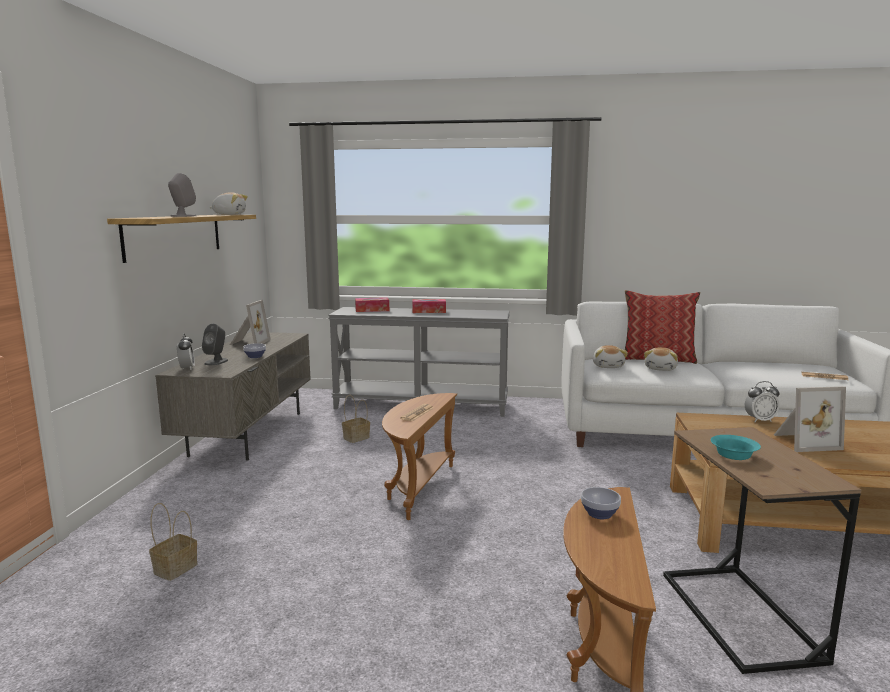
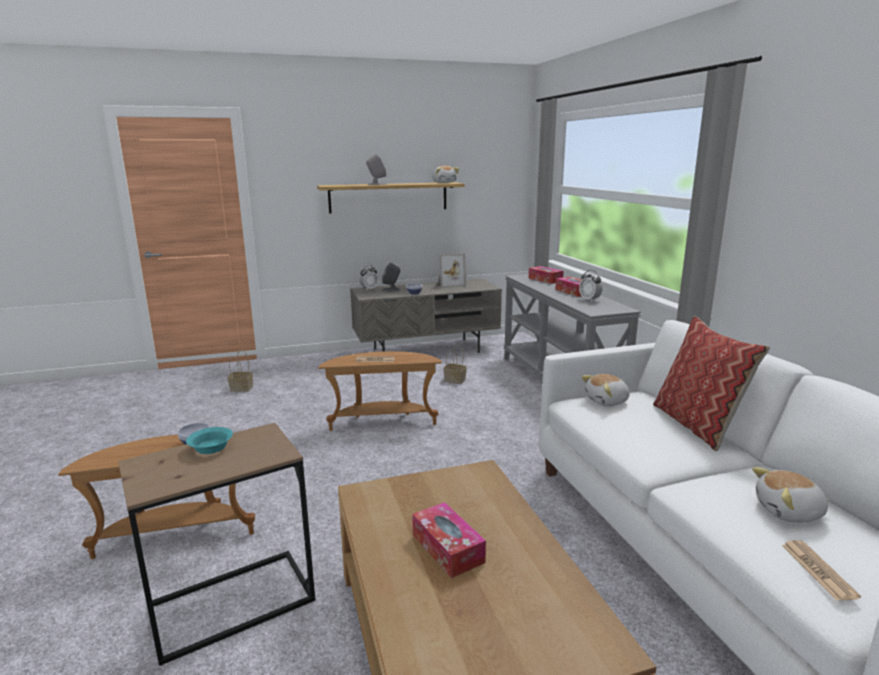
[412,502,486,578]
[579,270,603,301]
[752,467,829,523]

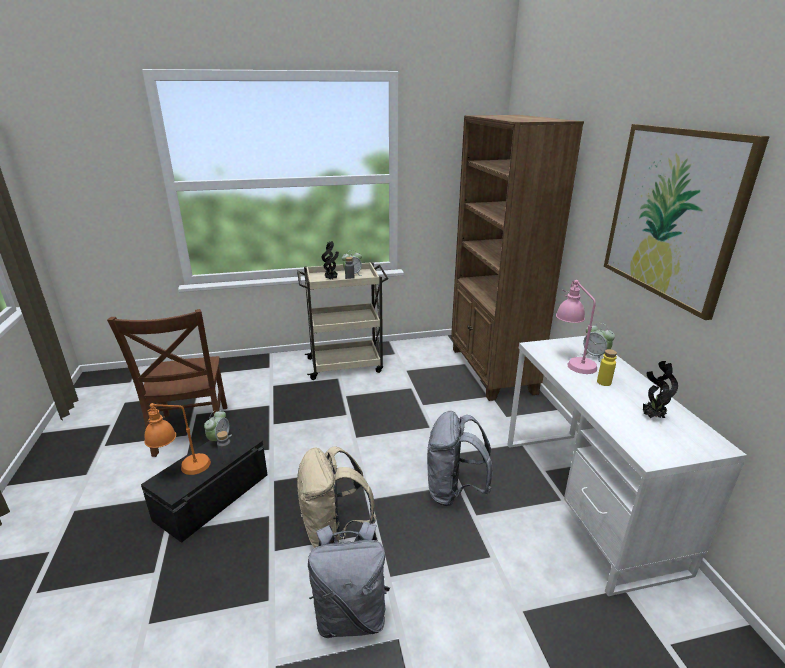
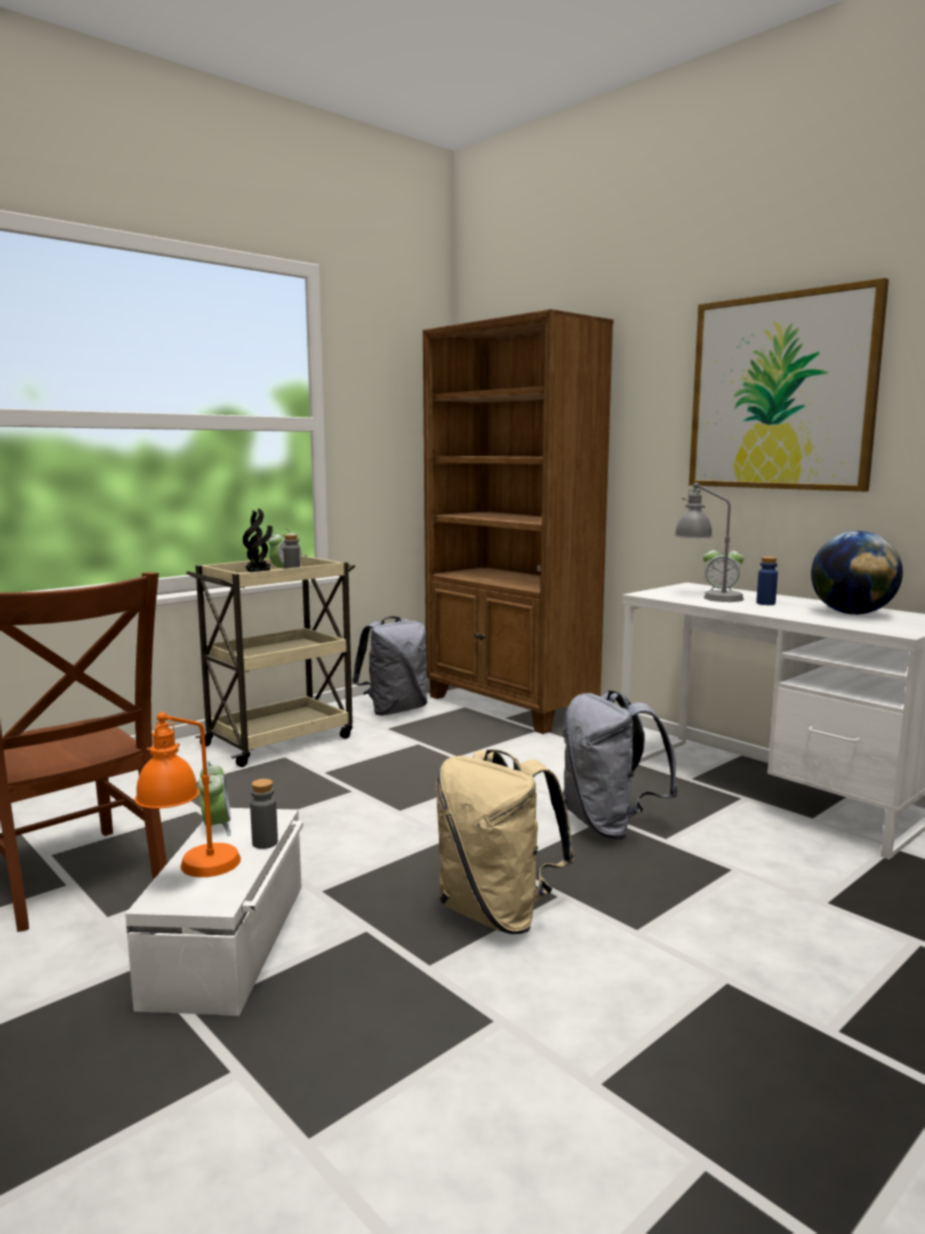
[125,808,303,1016]
[352,616,427,716]
[674,482,744,602]
[756,557,778,605]
[811,531,903,615]

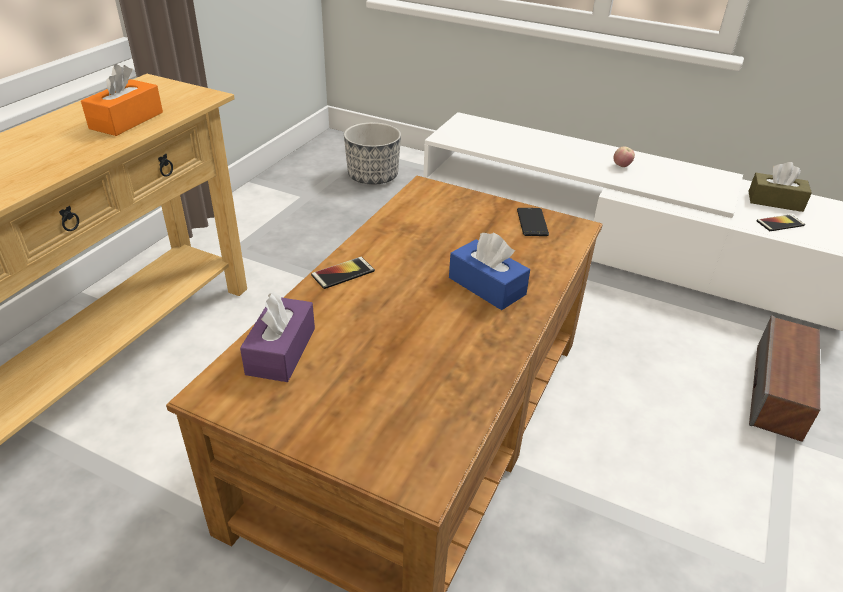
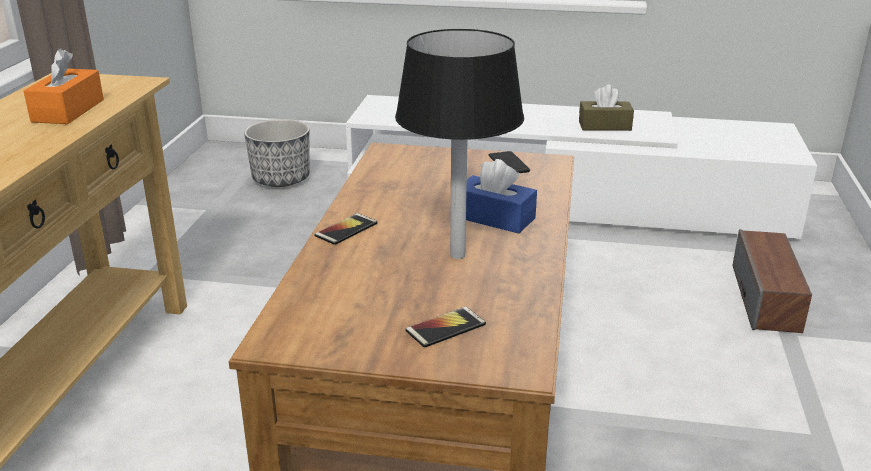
[395,29,524,259]
[405,307,486,348]
[579,85,634,131]
[240,292,315,382] (first image)
[613,146,635,167] (first image)

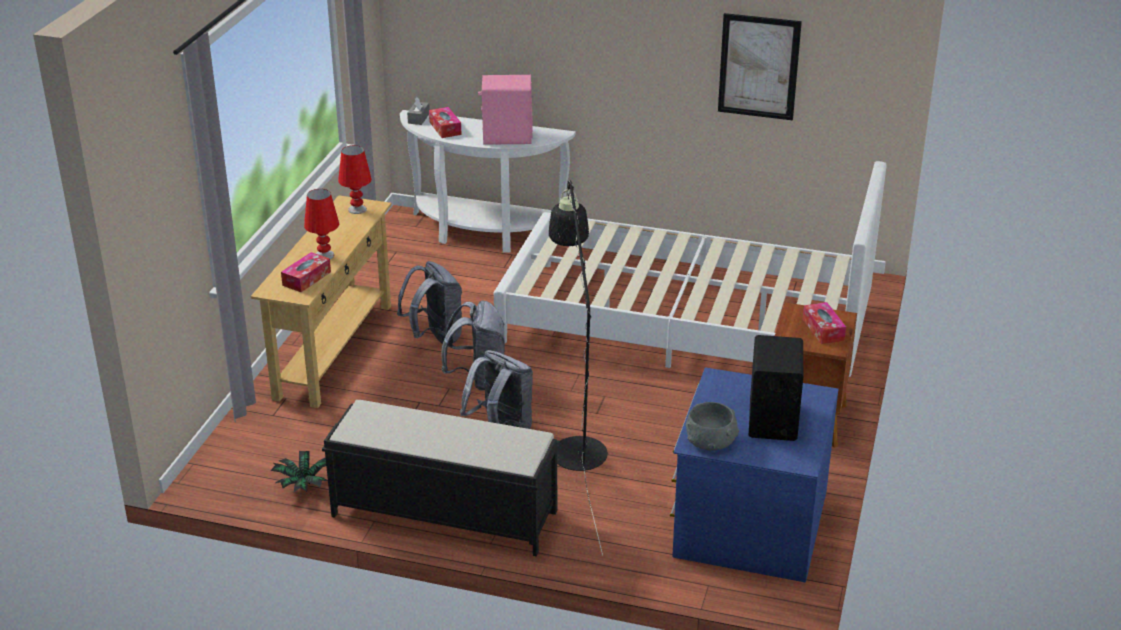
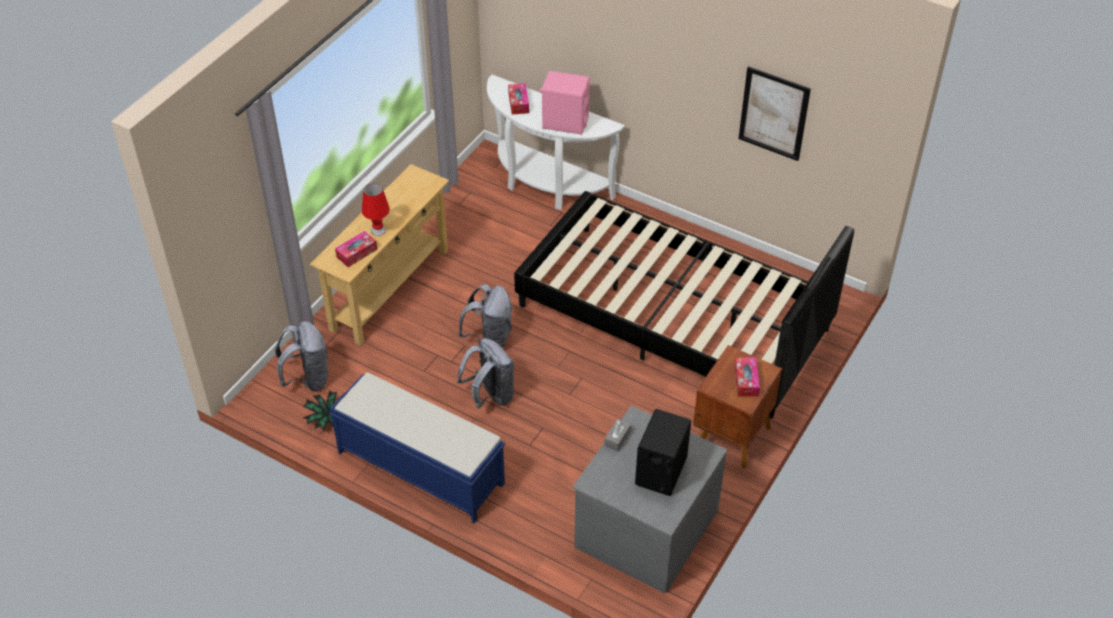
[275,321,328,391]
[329,372,505,523]
[514,191,854,419]
[572,405,727,594]
[604,419,631,452]
[338,145,372,214] (first image)
[549,180,608,556] (first image)
[686,402,739,450] (first image)

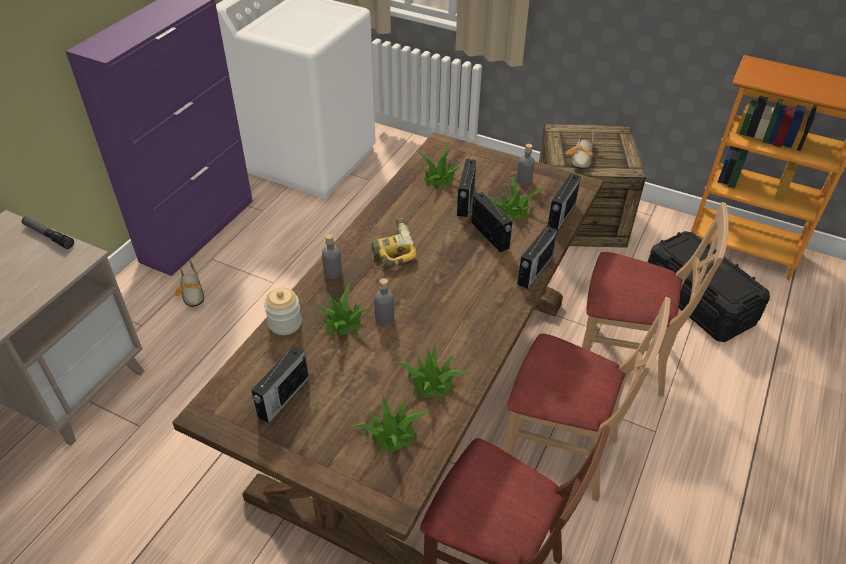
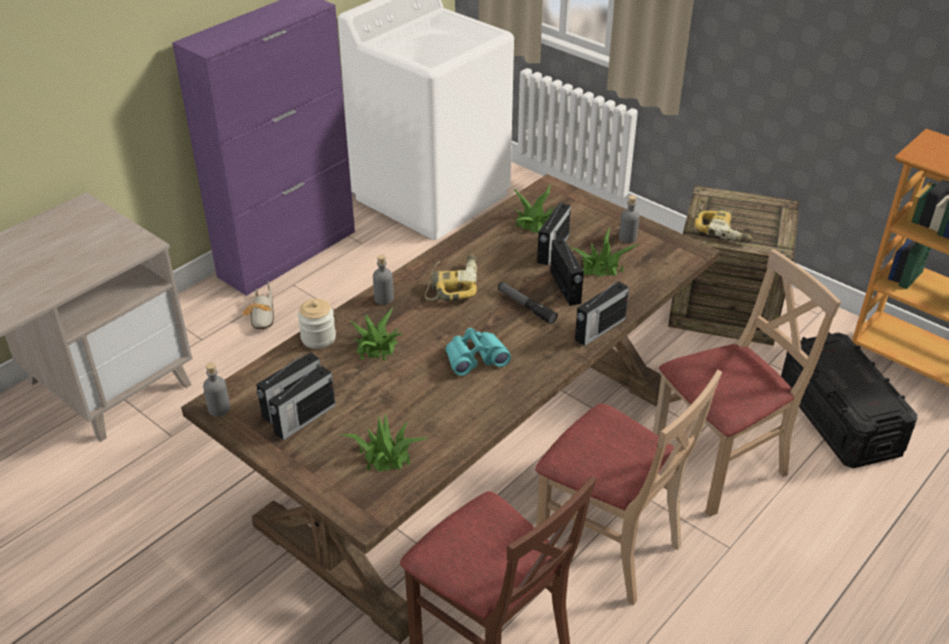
[203,363,230,417]
[269,364,335,441]
[445,328,511,376]
[498,282,558,324]
[653,249,841,517]
[694,202,752,243]
[392,344,472,398] (first image)

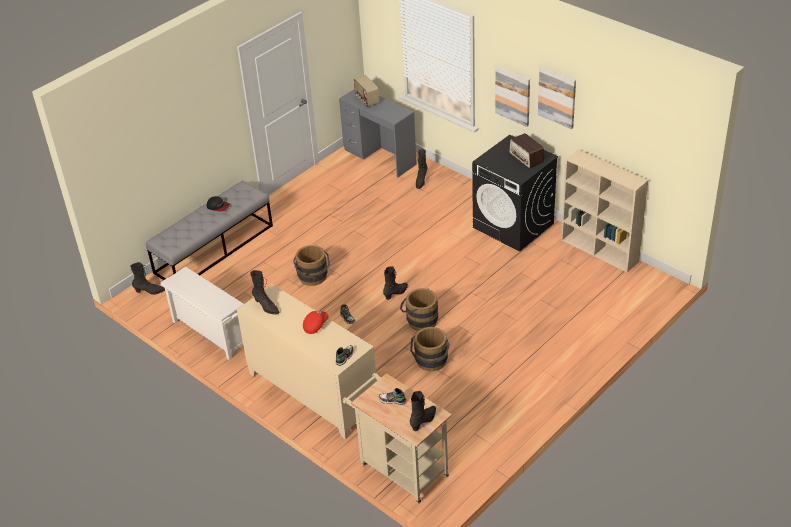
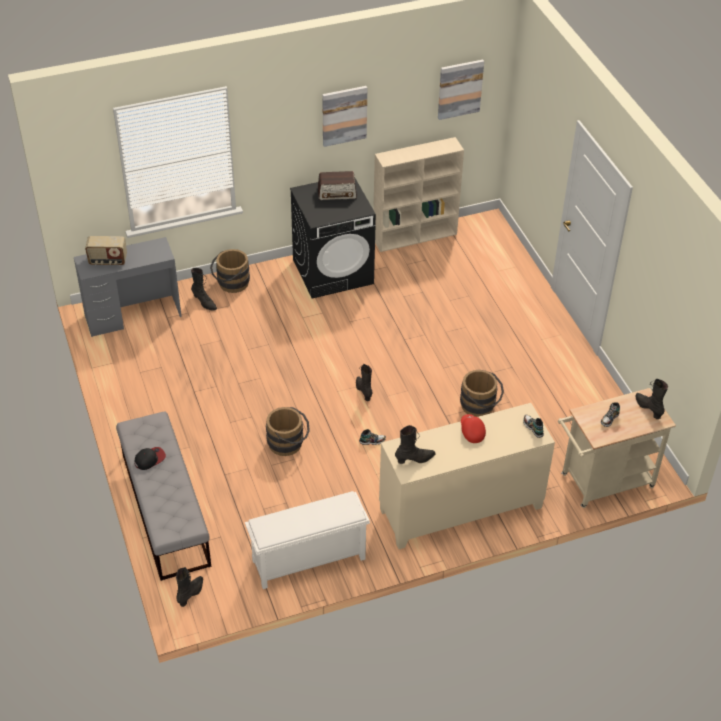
[210,249,250,293]
[438,60,484,120]

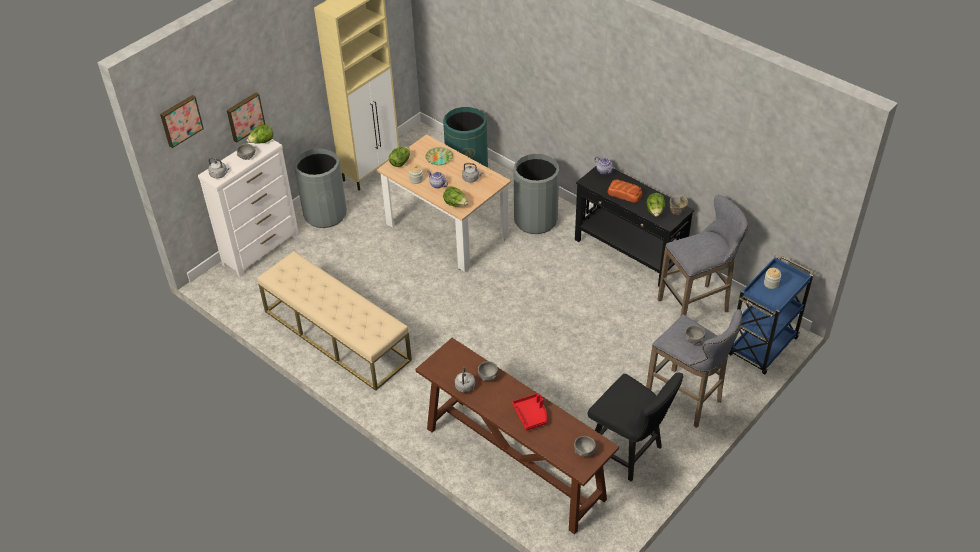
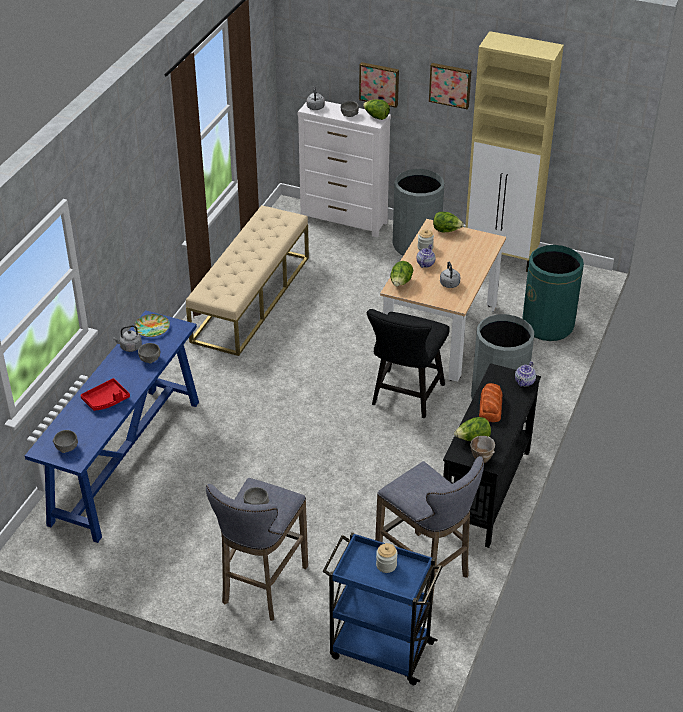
[25,310,199,543]
[134,314,170,337]
[367,309,450,418]
[429,63,472,109]

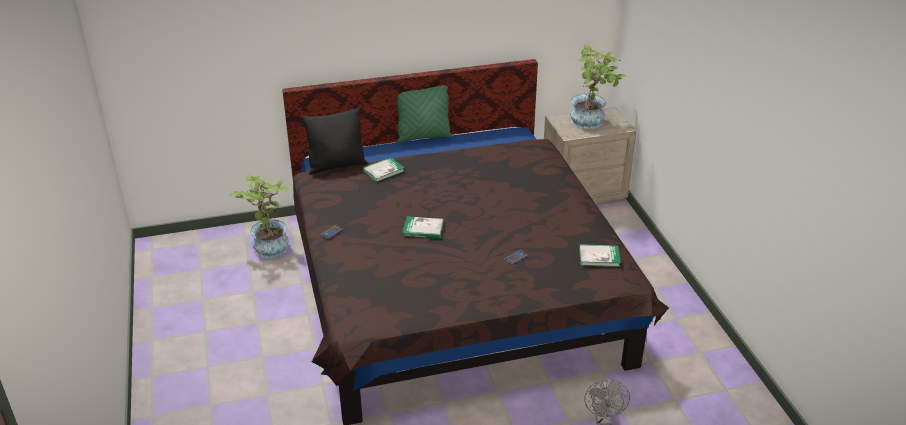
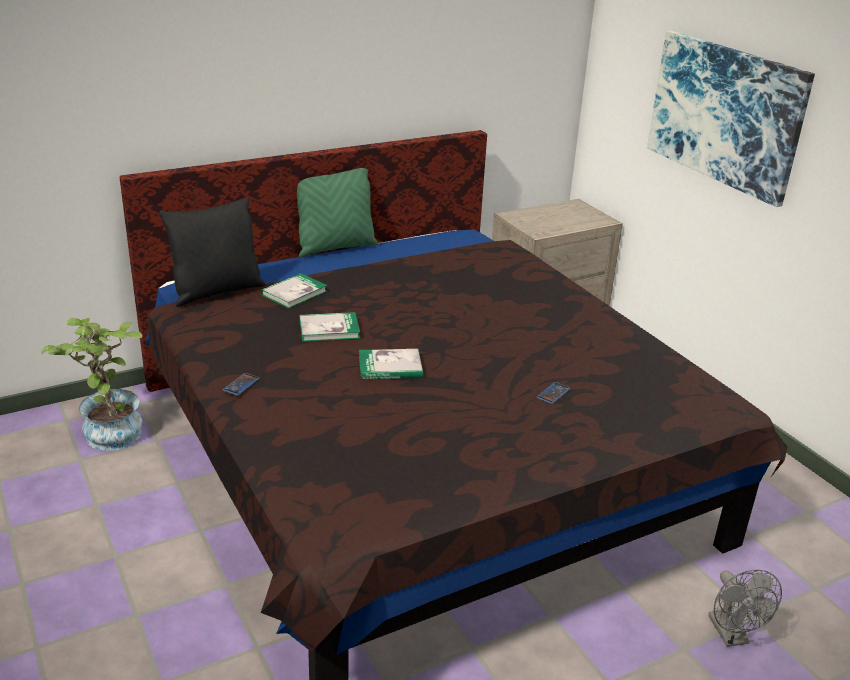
[299,312,360,342]
[647,31,815,207]
[570,45,626,129] (first image)

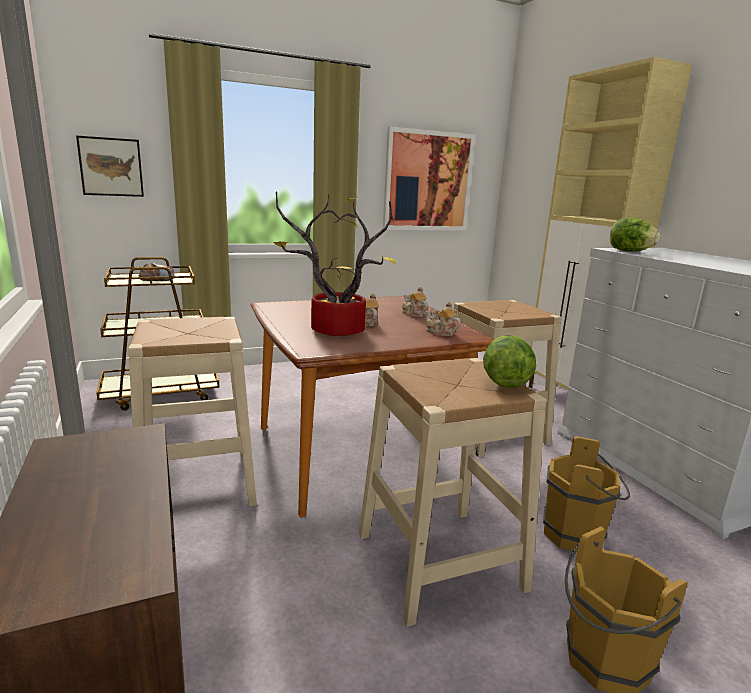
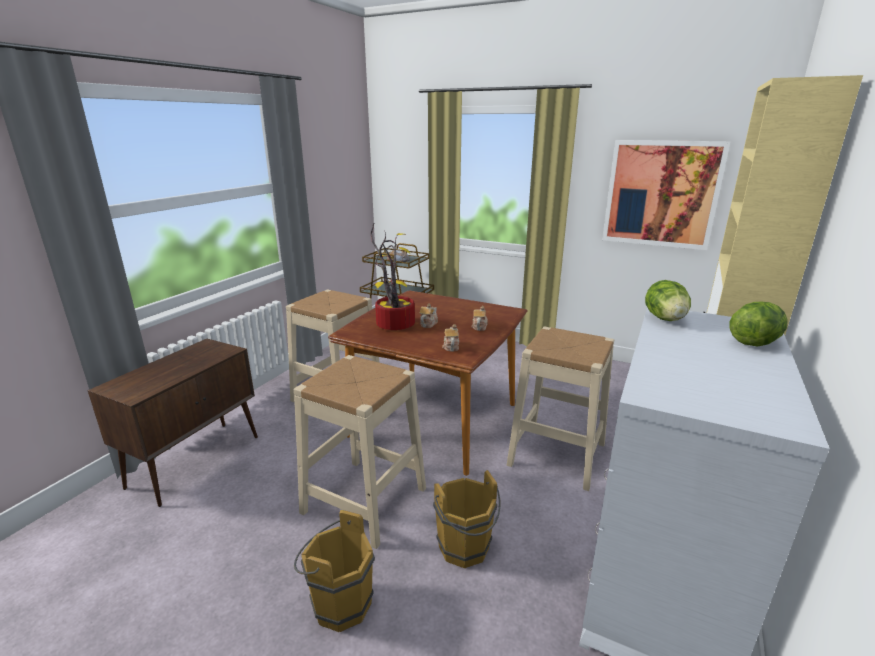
[729,302,788,346]
[76,136,144,197] (first image)

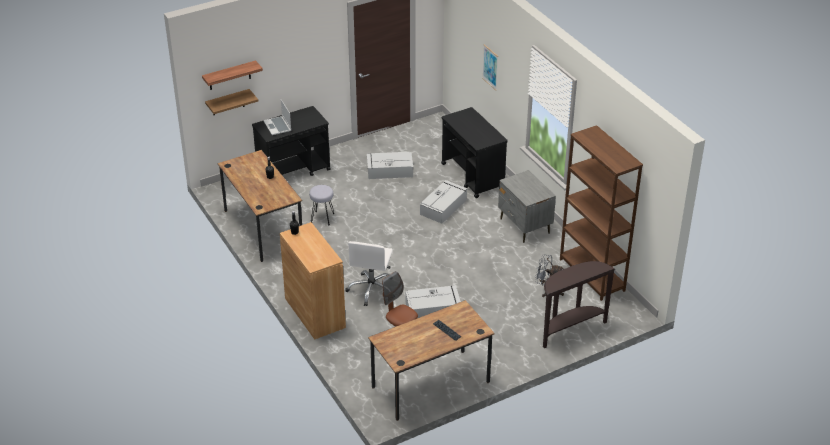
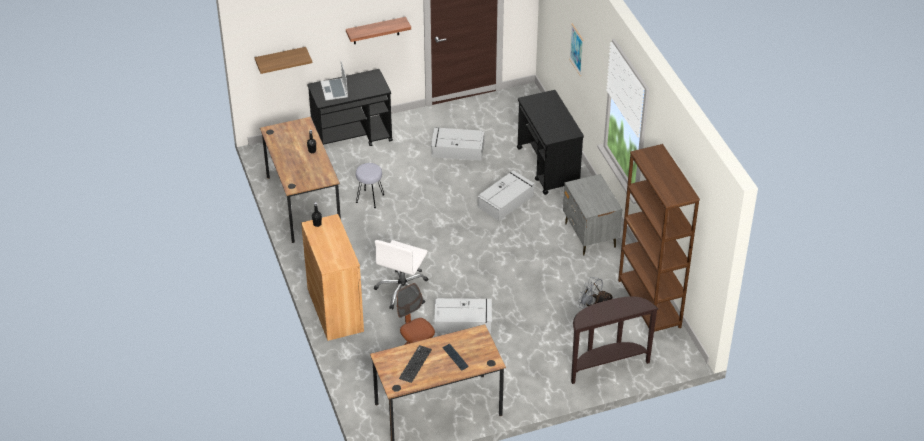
[346,17,411,44]
[399,345,432,383]

